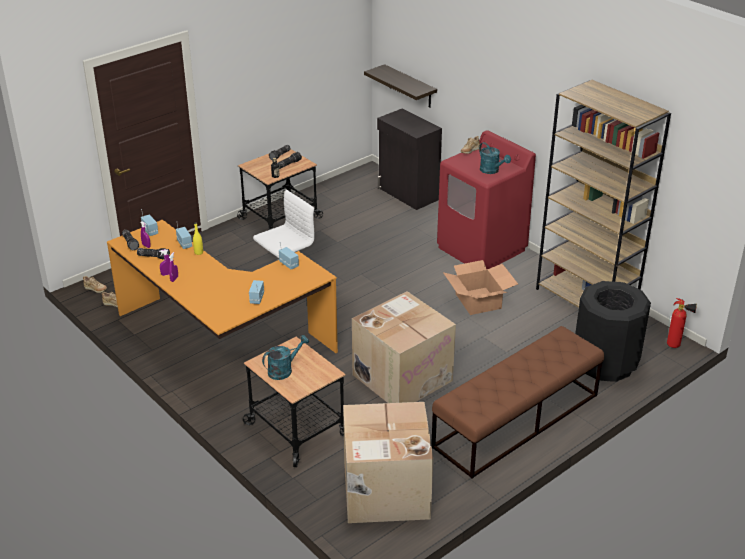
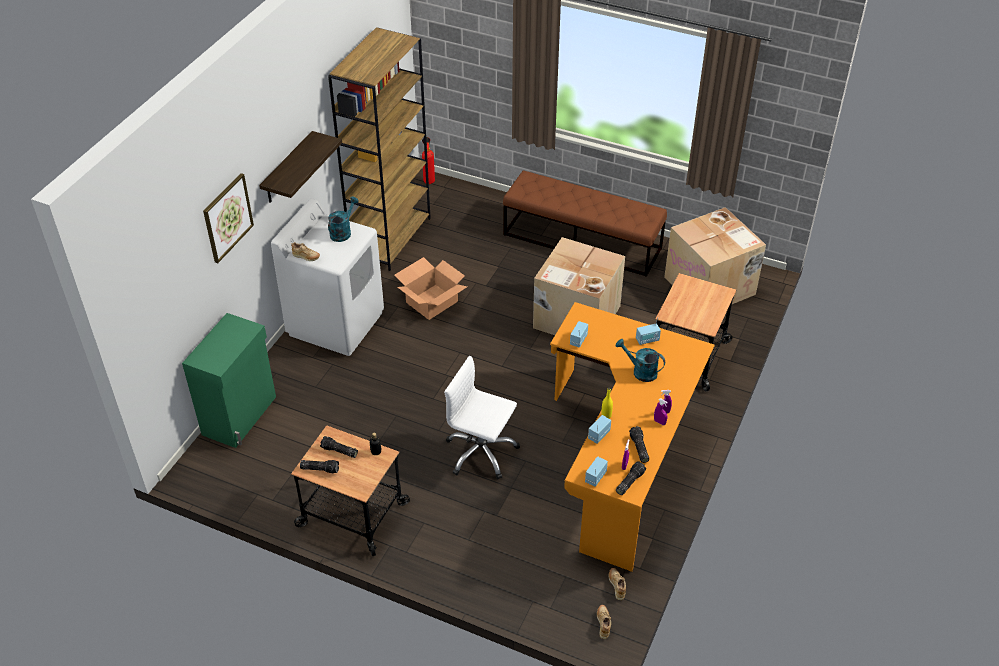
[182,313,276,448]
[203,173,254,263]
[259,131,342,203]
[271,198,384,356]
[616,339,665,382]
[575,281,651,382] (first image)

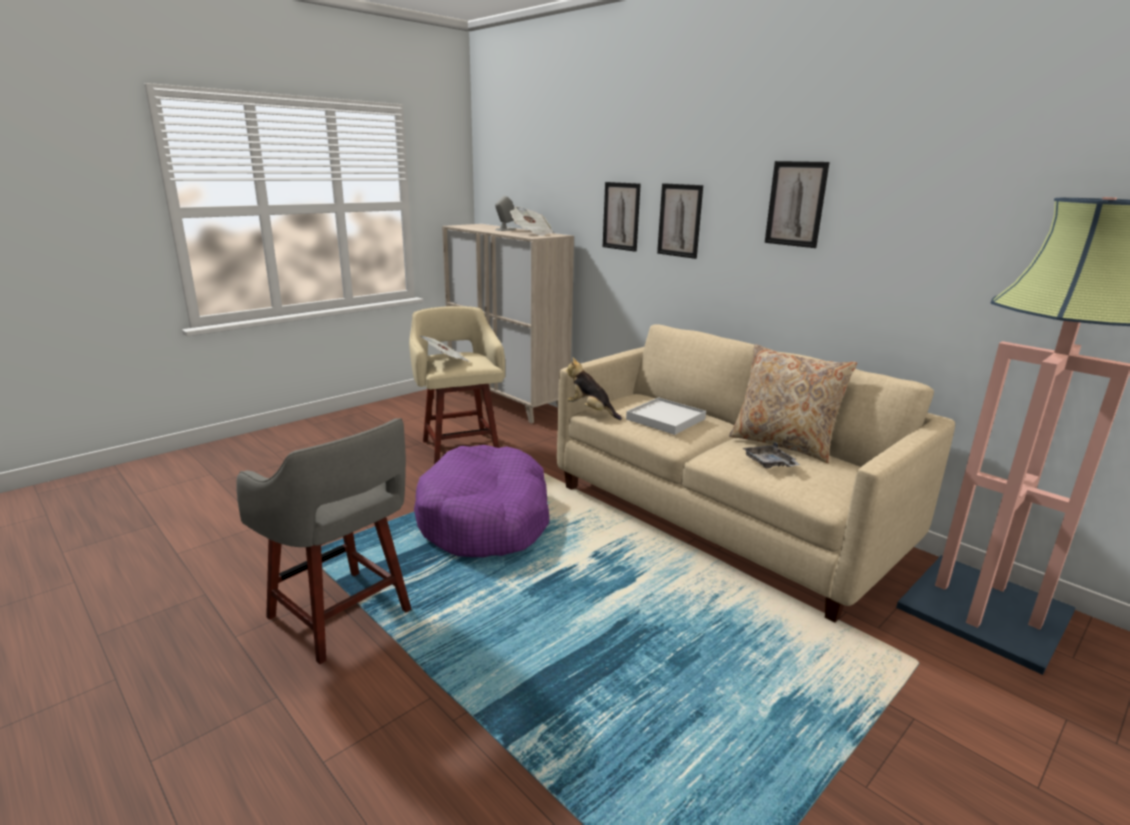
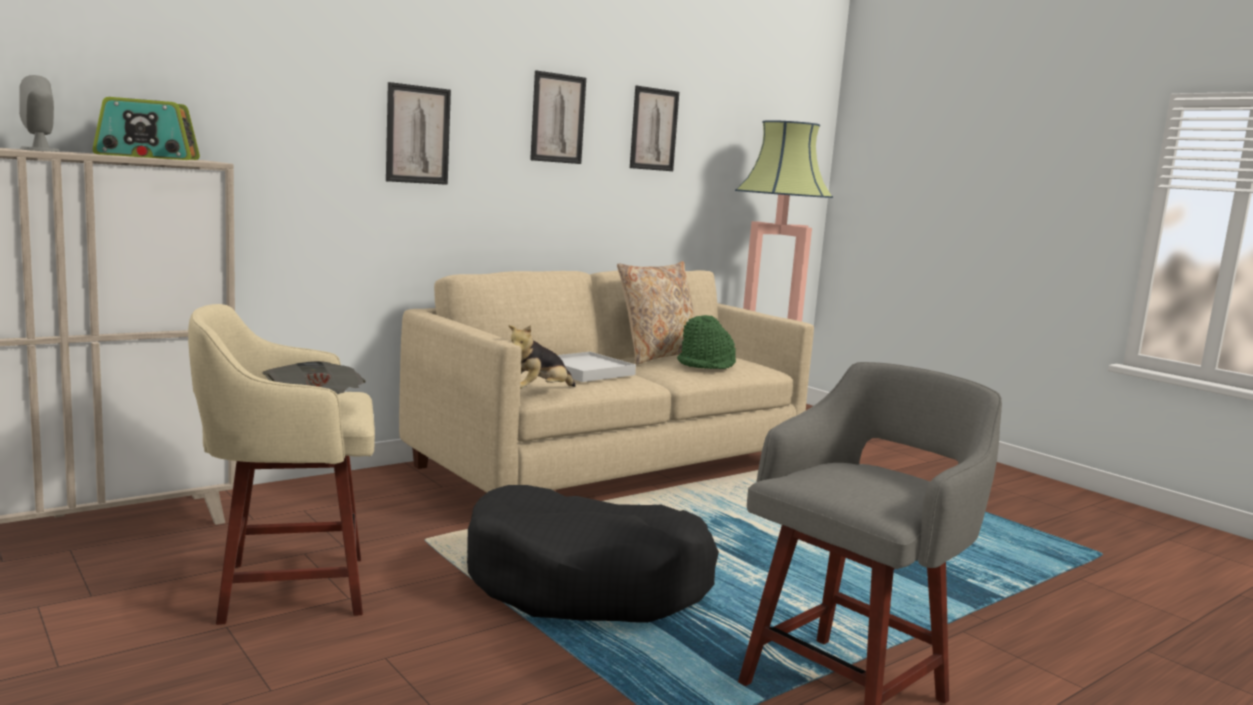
[92,97,200,160]
[467,485,719,623]
[630,86,679,171]
[677,315,736,369]

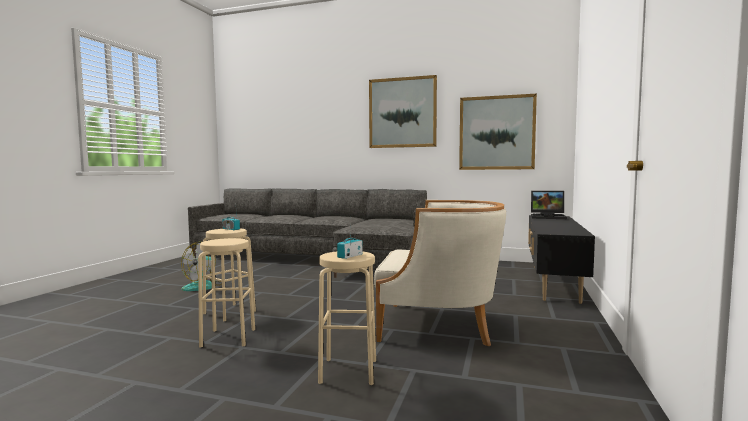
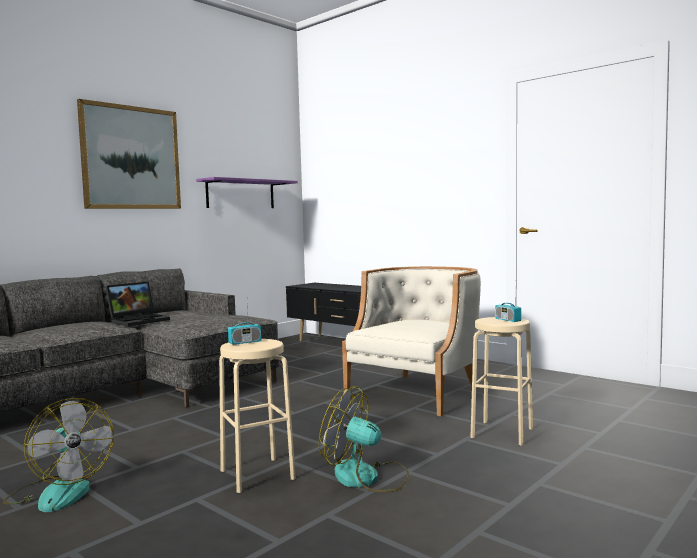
[105,281,170,326]
[196,177,298,208]
[319,386,409,492]

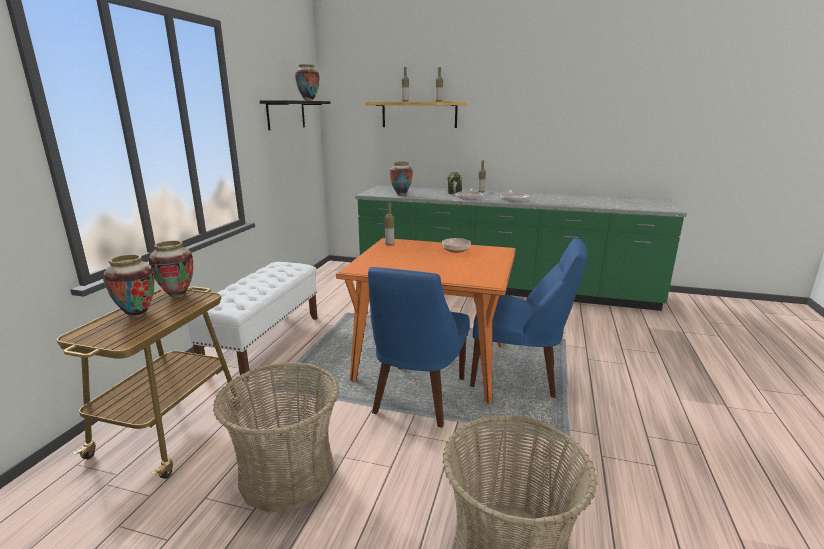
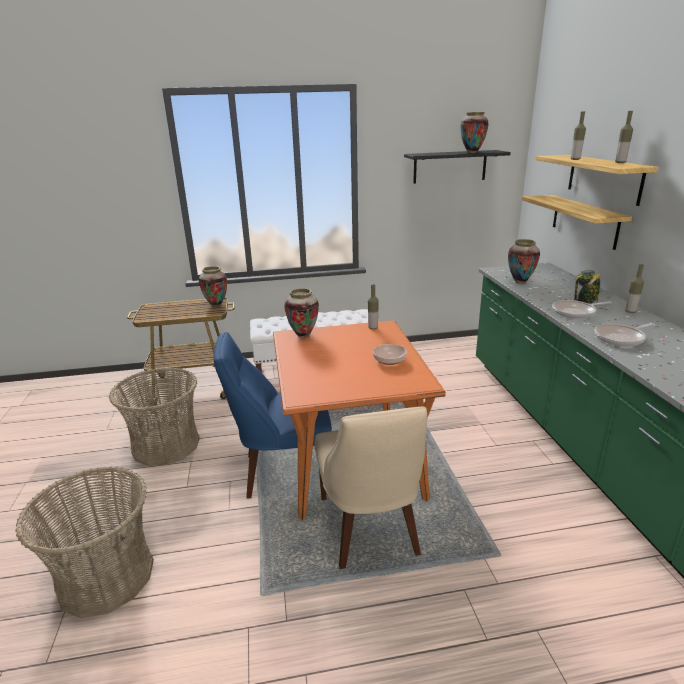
[284,288,319,338]
[315,407,427,569]
[522,195,632,250]

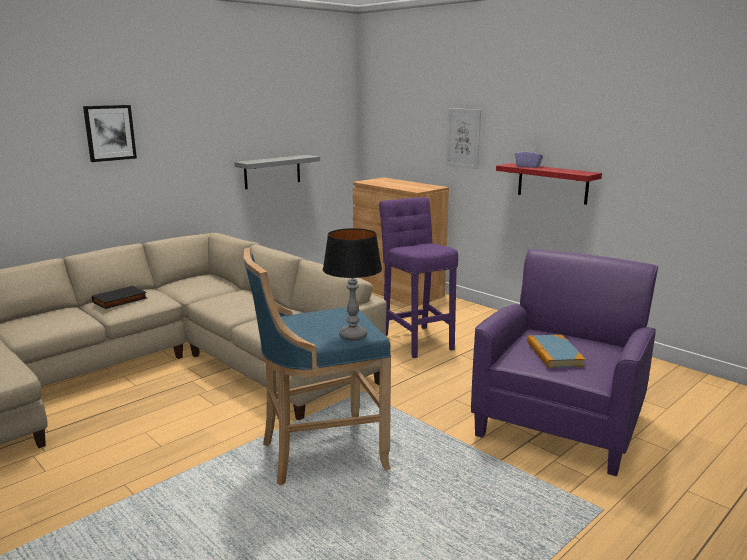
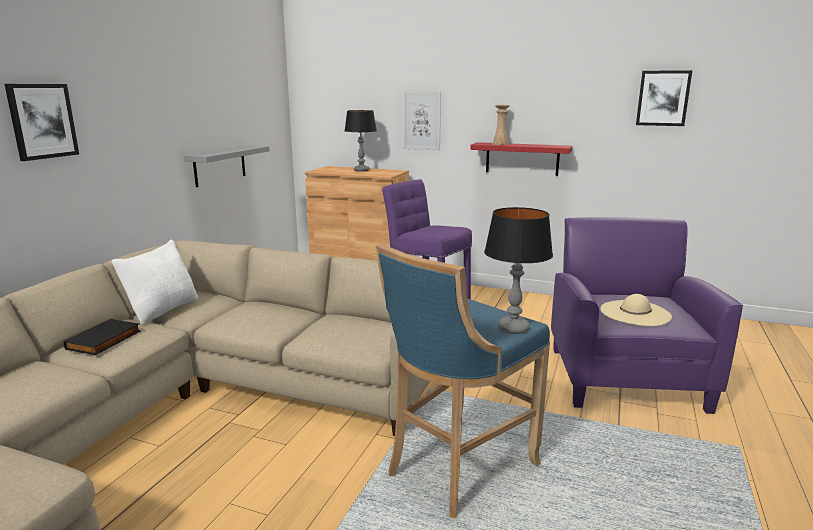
[112,239,198,325]
[345,110,377,172]
[493,105,510,145]
[601,294,672,326]
[636,70,692,126]

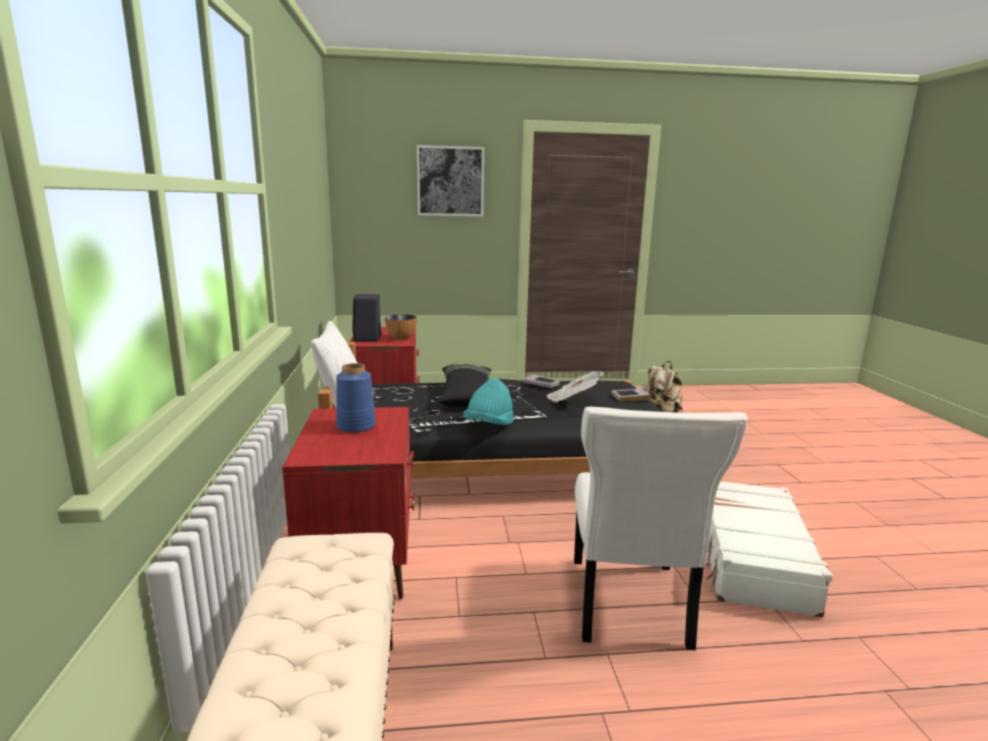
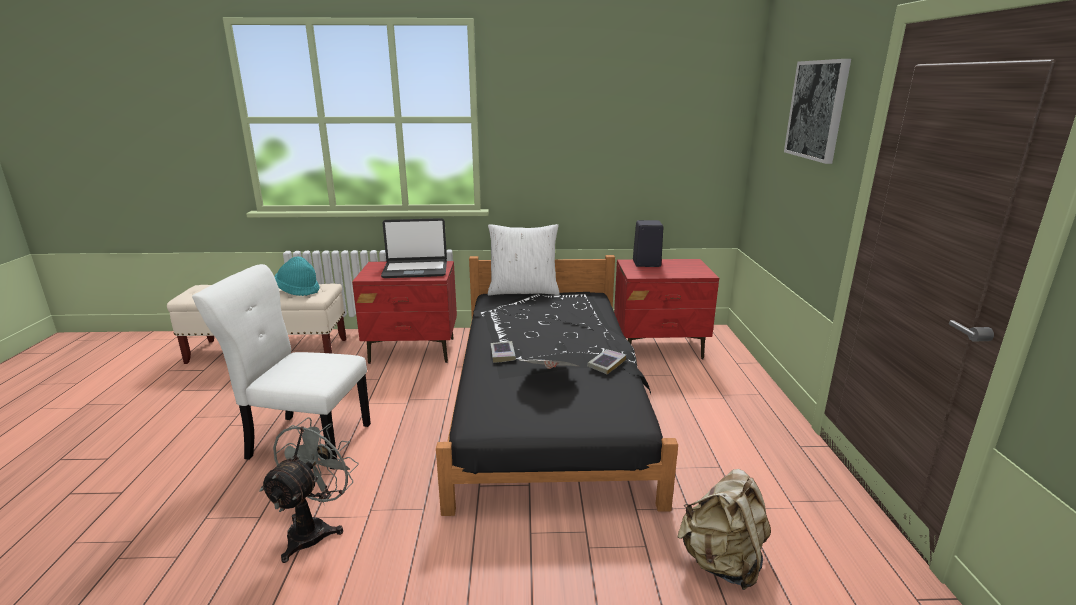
[259,417,359,563]
[274,257,319,296]
[381,218,447,278]
[490,341,516,363]
[385,314,417,340] (first image)
[439,364,491,407] (first image)

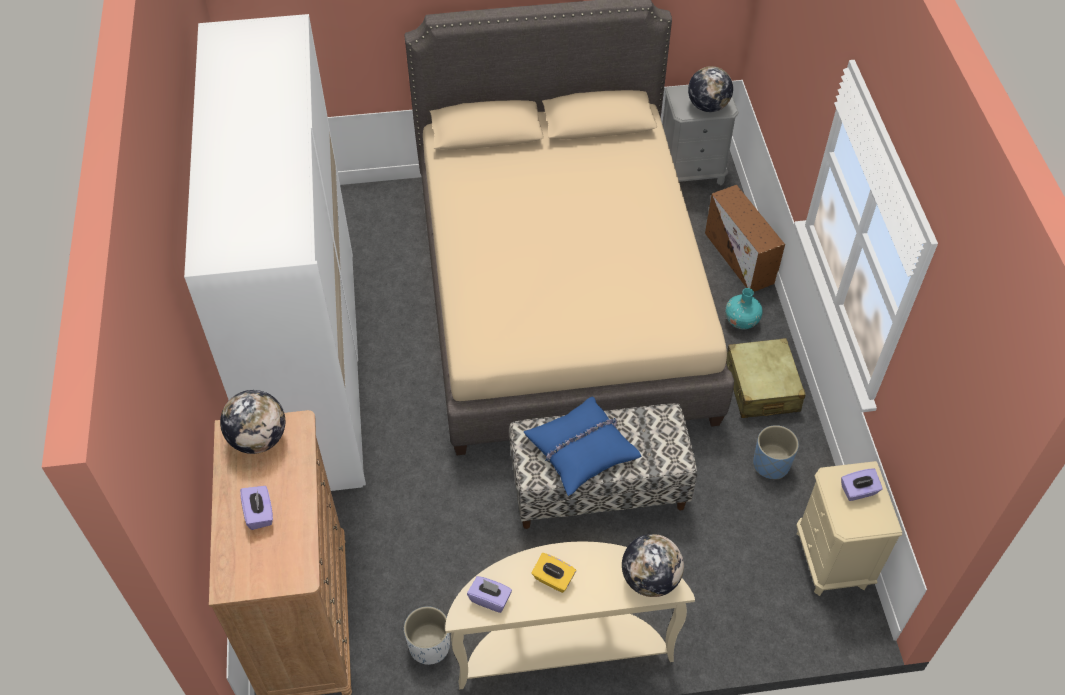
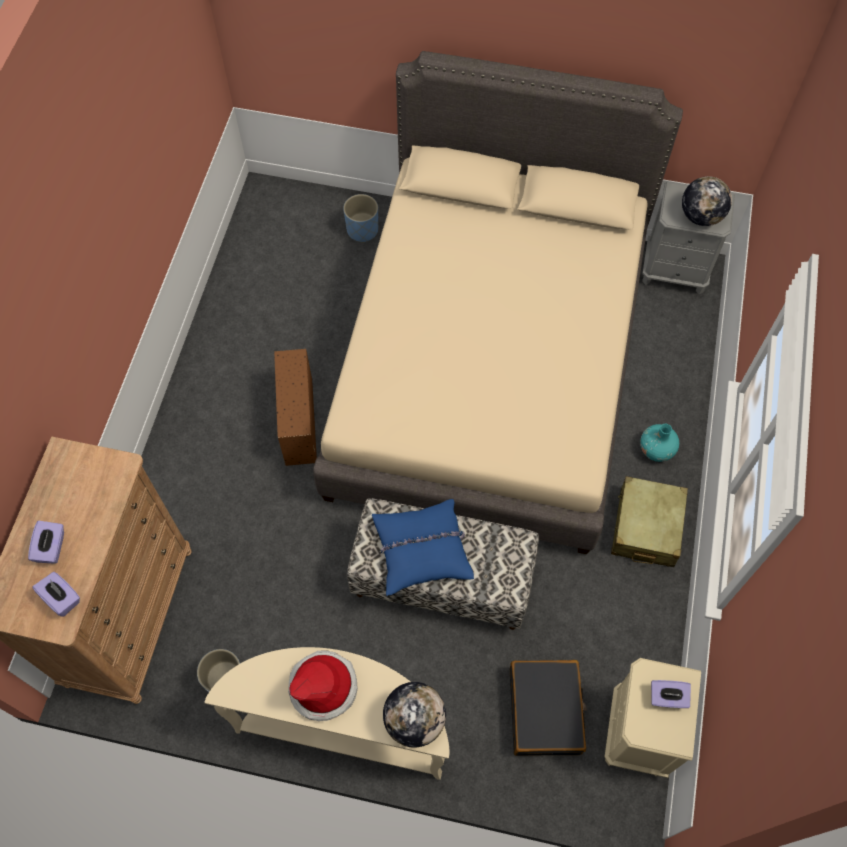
[32,572,80,617]
[274,349,317,466]
[288,650,358,721]
[343,194,378,243]
[510,660,587,756]
[184,14,366,491] (first image)
[220,390,285,454] (first image)

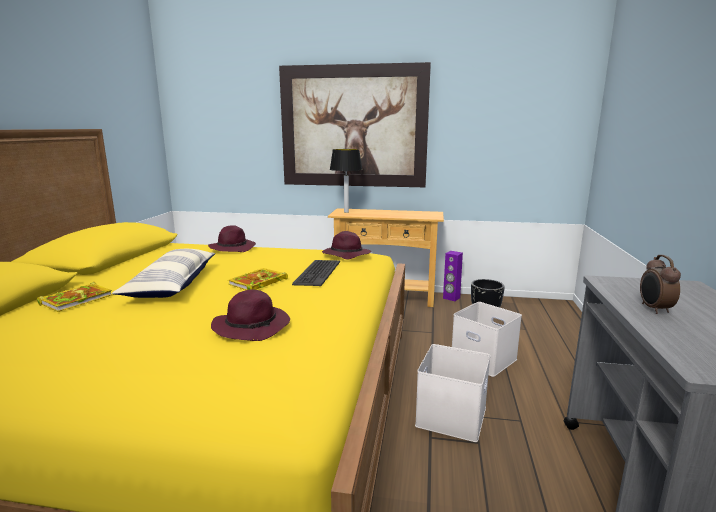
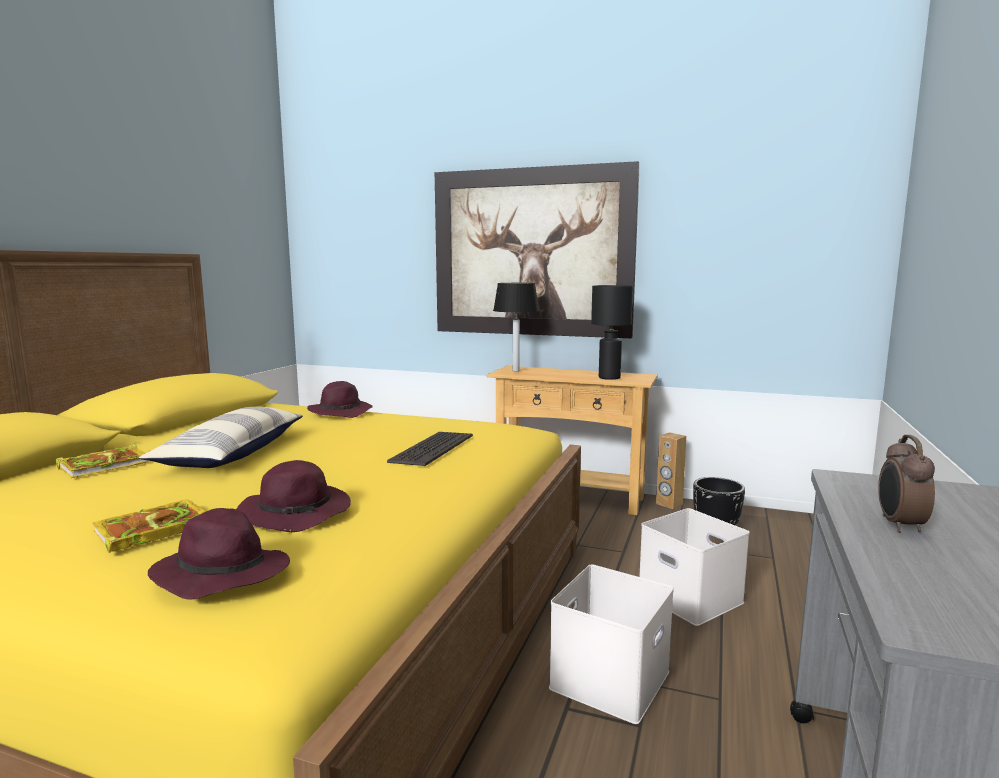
[92,499,206,553]
[148,508,290,600]
[591,285,633,380]
[656,432,686,509]

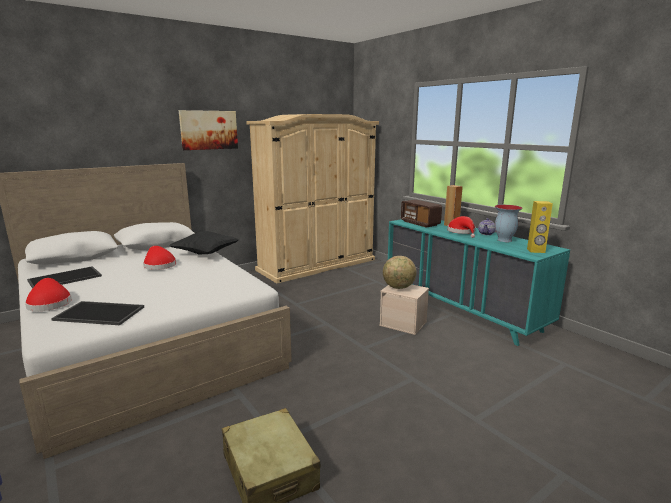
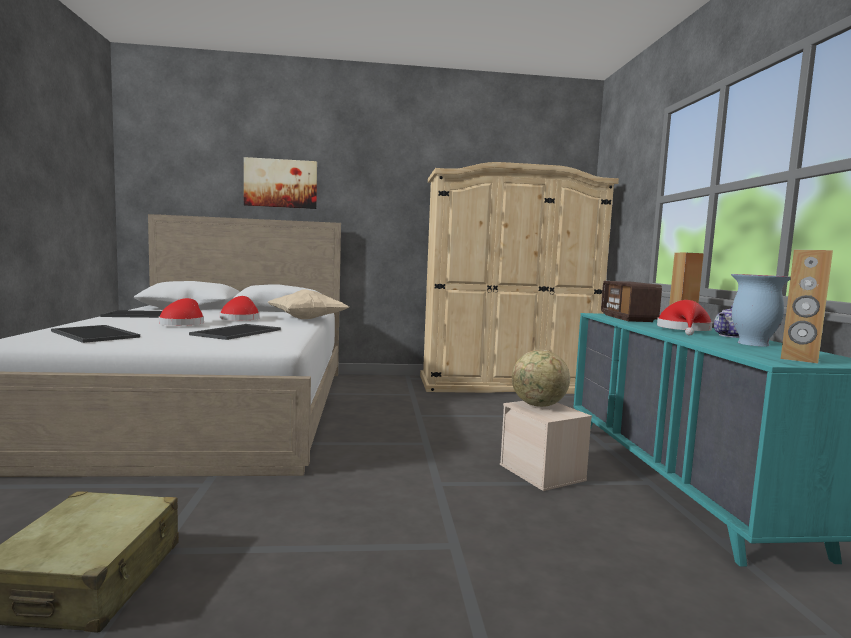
[159,298,204,326]
[189,324,281,340]
[244,157,317,209]
[268,289,349,319]
[781,250,833,363]

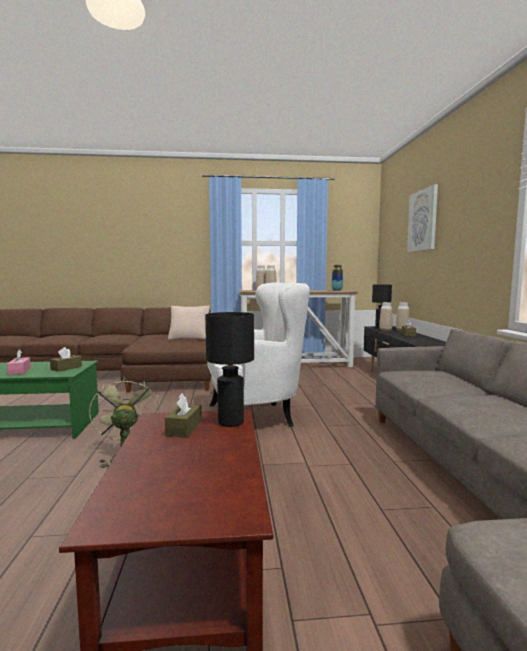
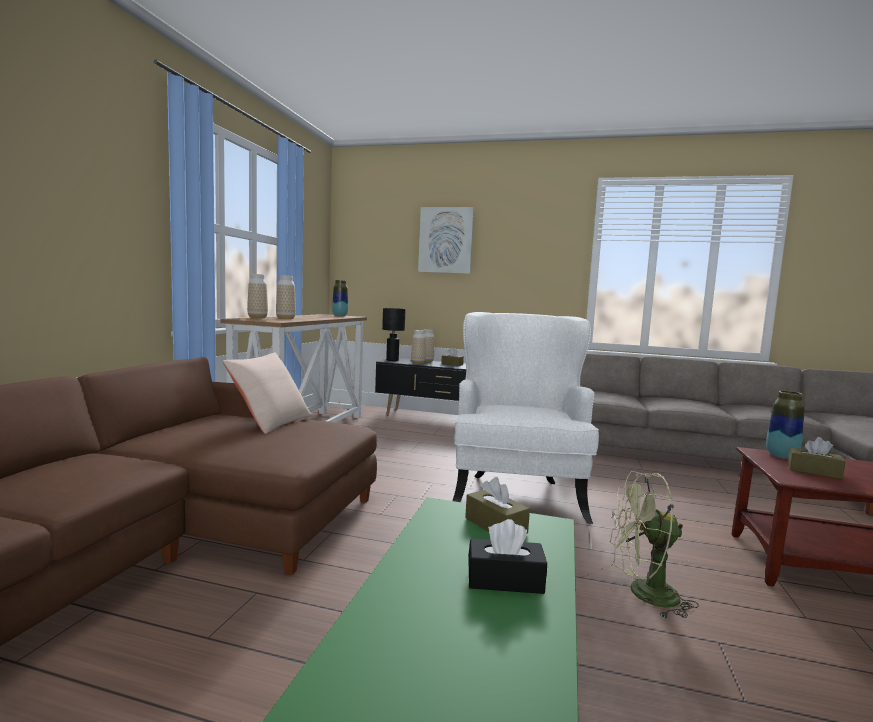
[468,519,547,594]
[766,391,805,459]

